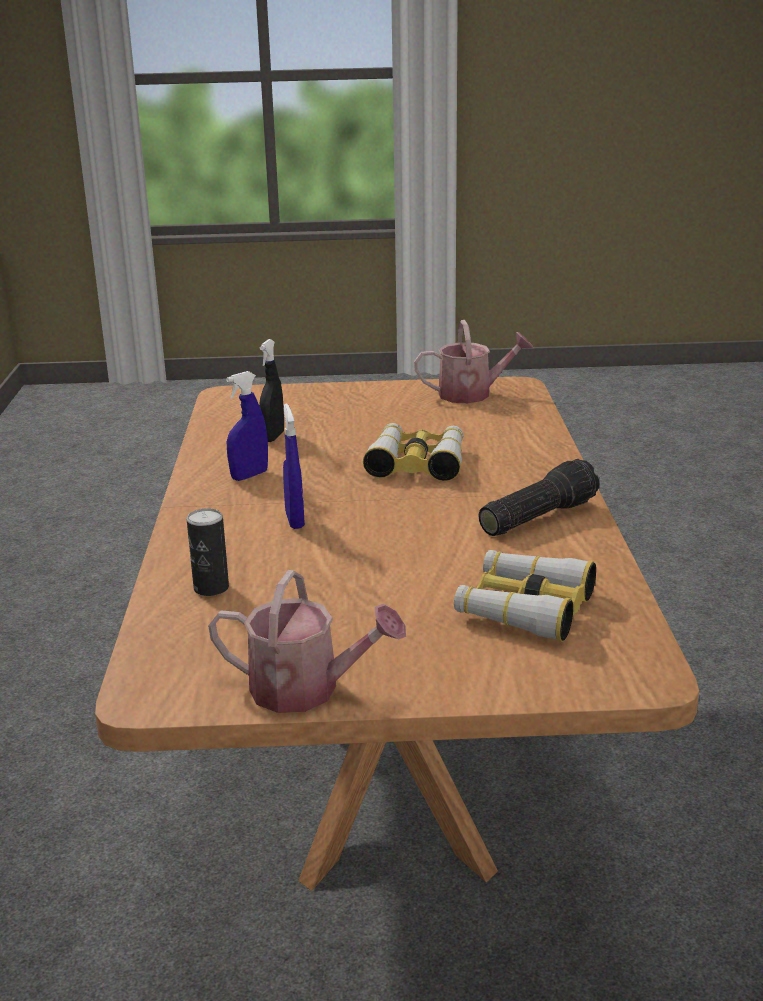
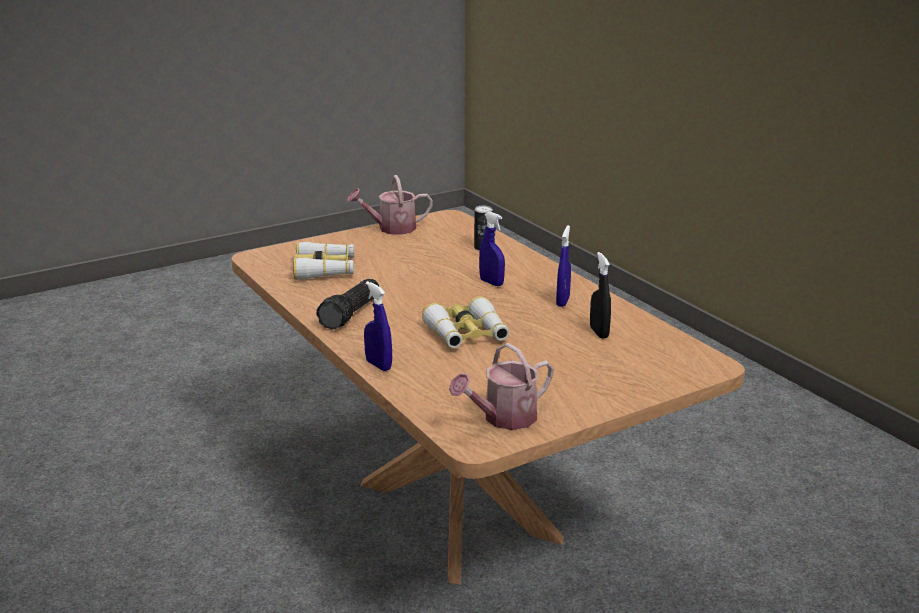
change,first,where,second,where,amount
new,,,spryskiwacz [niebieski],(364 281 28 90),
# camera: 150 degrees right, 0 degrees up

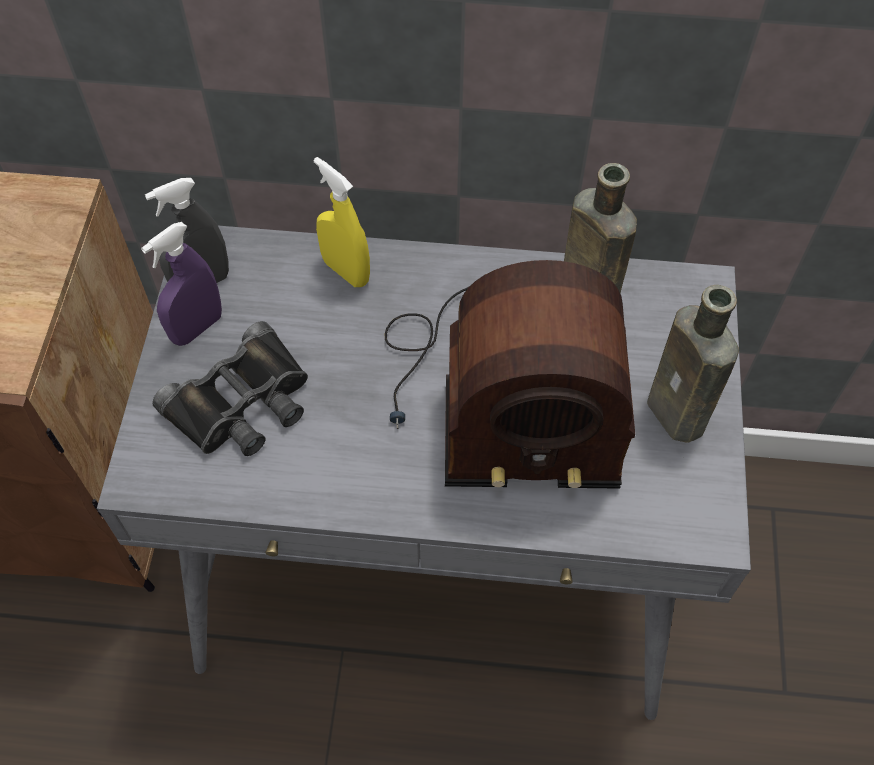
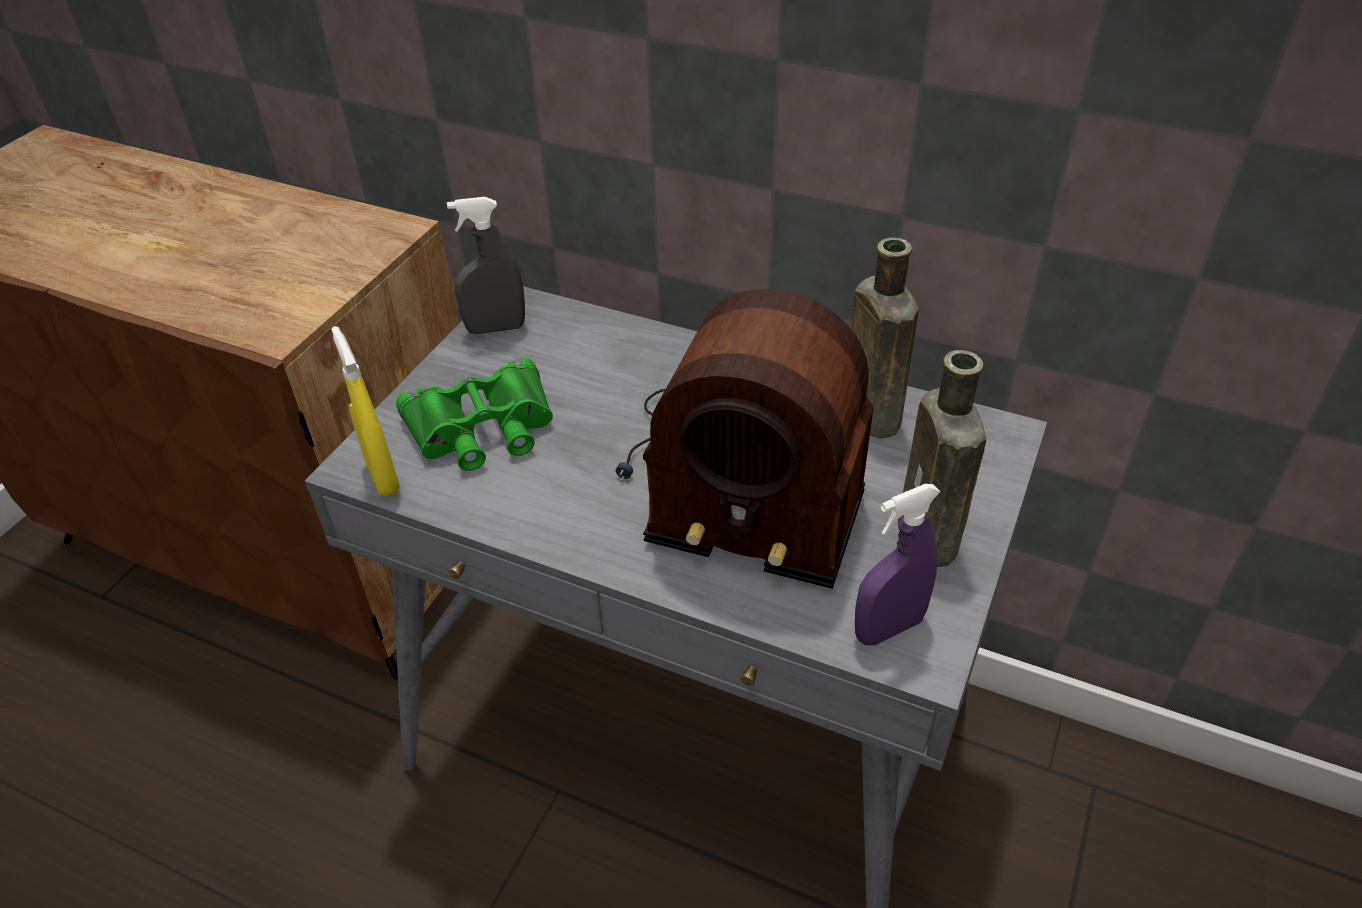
change,first,where,second,where,amount
shifted,spryskiwacz [fioletowy],(141 222 81 124),,(855 484 86 161),
shifted,spryskiwacz [żółty],(314 157 56 130),,(331 326 69 170),
repainted,lornetka [czarny],(152 321 156 135),lornetka [zielony],(396 358 157 113),
# camera: 20 degrees right, 15 degrees down

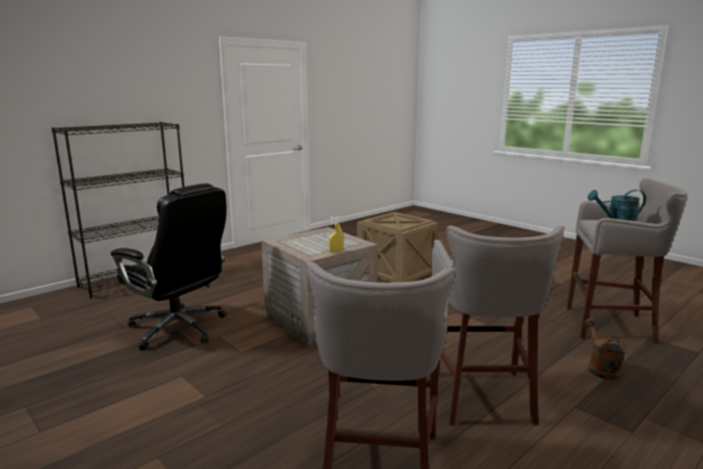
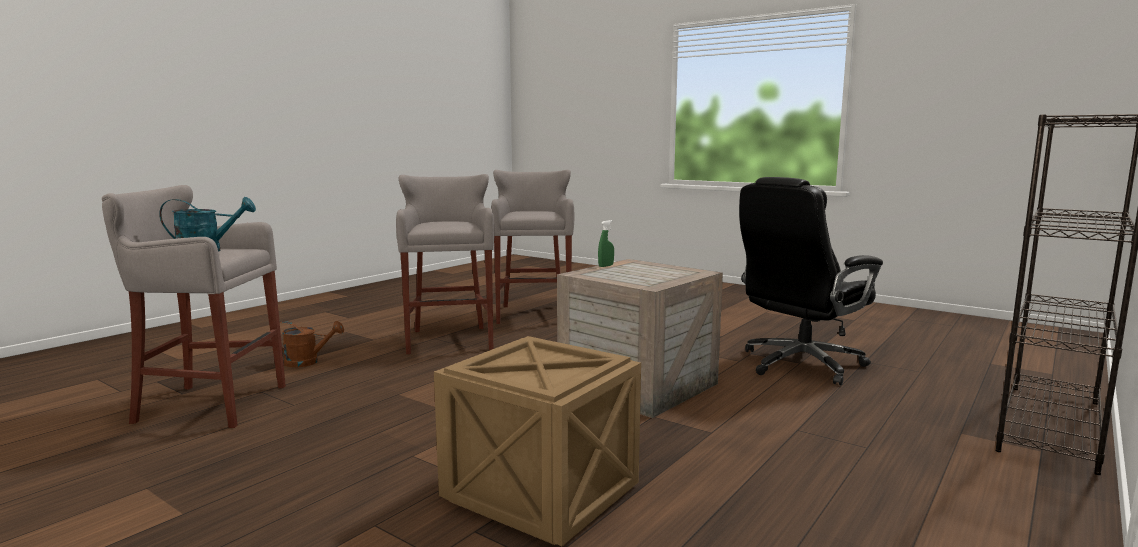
change,first,where,second,where,amount
repainted,spryskiwacz [żółty],(329 216 14 37),spryskiwacz [zielony],(598 220 16 47),
rotated,krzesło biurowe [czarny],(111 183 116 168),,(739 177 144 208),60 degrees counterclockwise
rotated,konewka [brązowy],(584 318 41 62),,(280 321 64 46),75 degrees counterclockwise
# camera: 170 degrees right, 5 degrees down

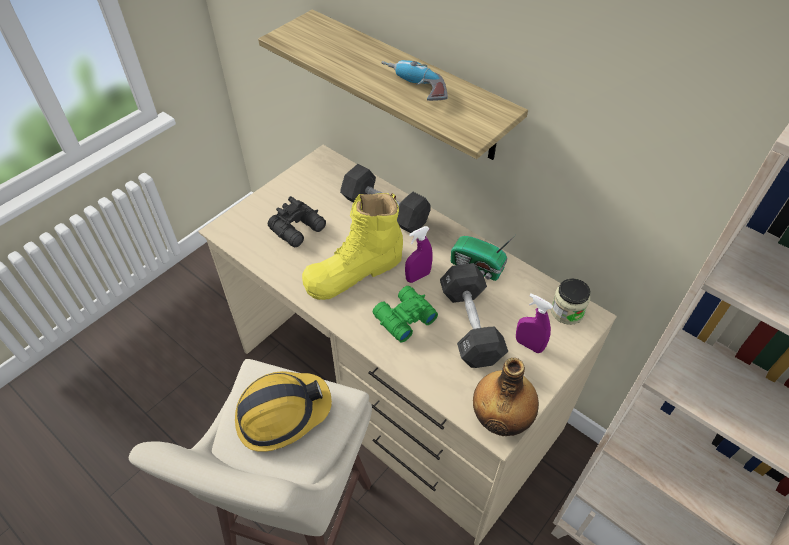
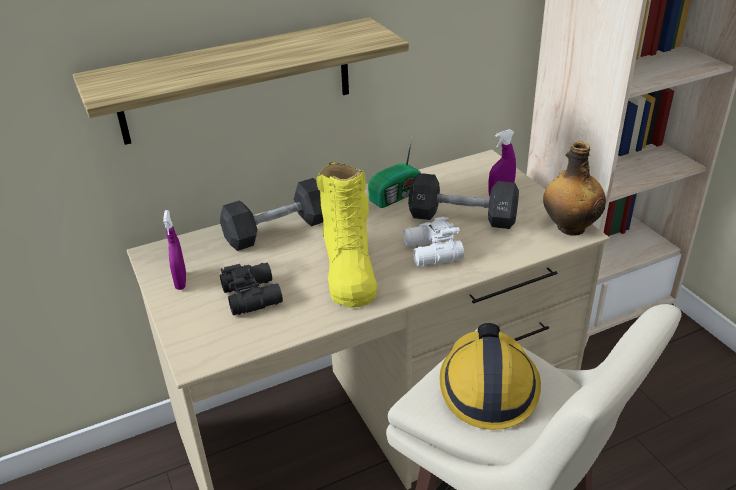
change,first,where,second,where,amount
gone,wiertarka,(382 60 66 41),,,
gone,słoik,(551 278 40 47),,,
shifted,spryskiwacz [fioletowy],(405 226 28 57),,(163 210 23 80),
repainted,lornetka [zielony],(373 286 65 56),lornetka [biały],(403 217 61 50),
# camera: 65 degrees left, 15 degrees down

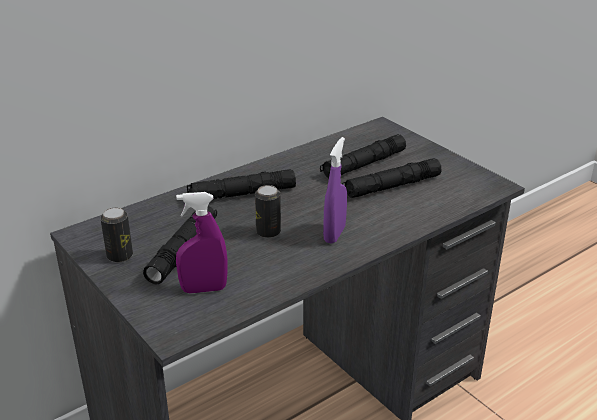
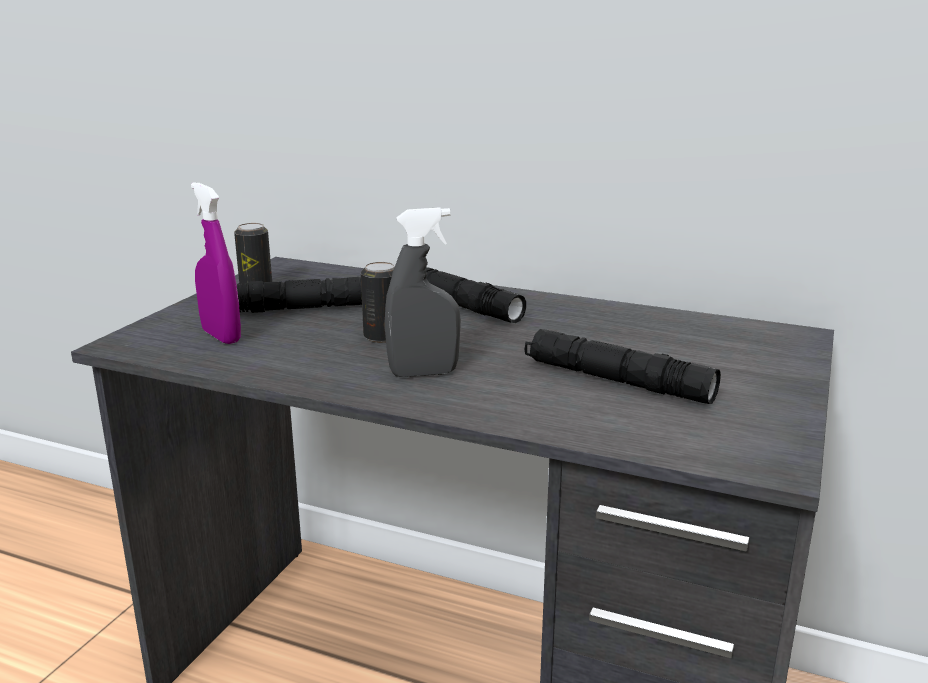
change,first,where,second,where,amount
gone,latarka [czarny],(320 134 86 44),,,
repainted,spryskiwacz [fioletowy],(323 137 24 107),spryskiwacz [szary],(385 207 76 170),
# camera: 60 degrees right, 10 degrees down

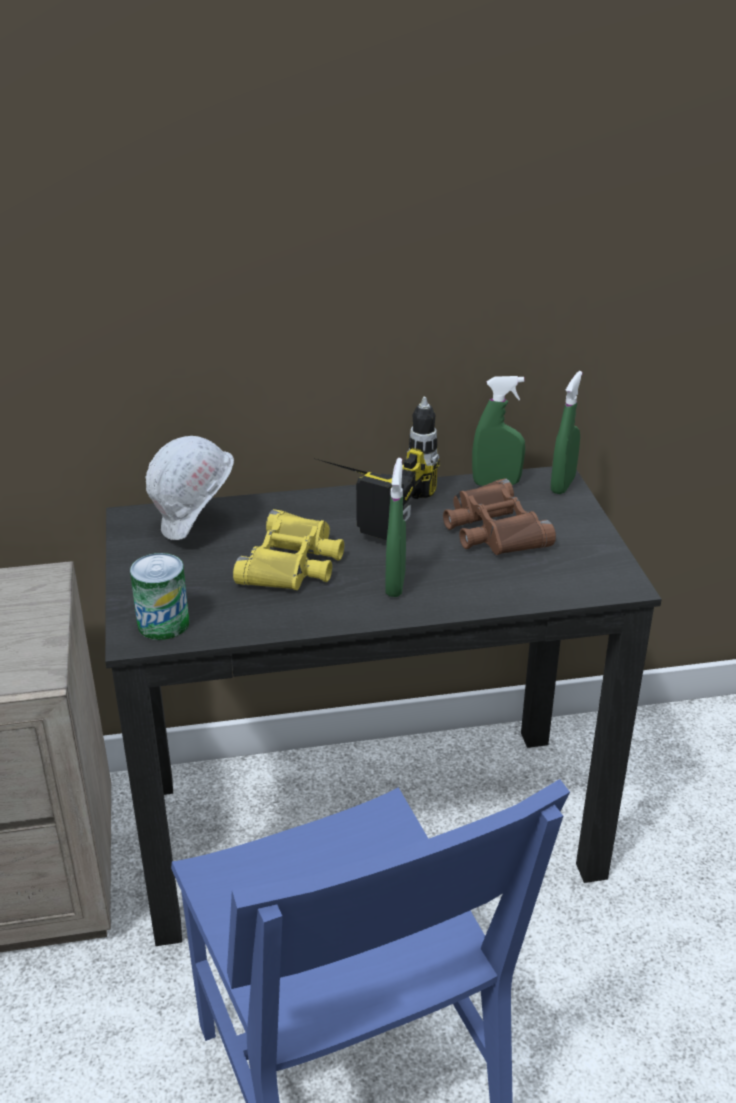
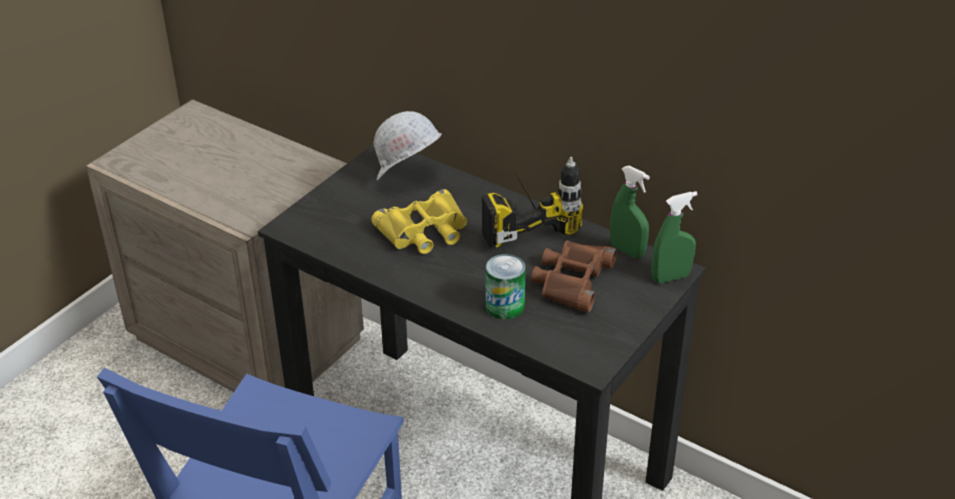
change,first,where,second,where,amount
gone,spryskiwacz [zielony],(385 458 21 139),,,
shifted,puszka,(130 553 59 87),,(486 254 40 66),
# camera: 45 degrees right, 5 degrees up

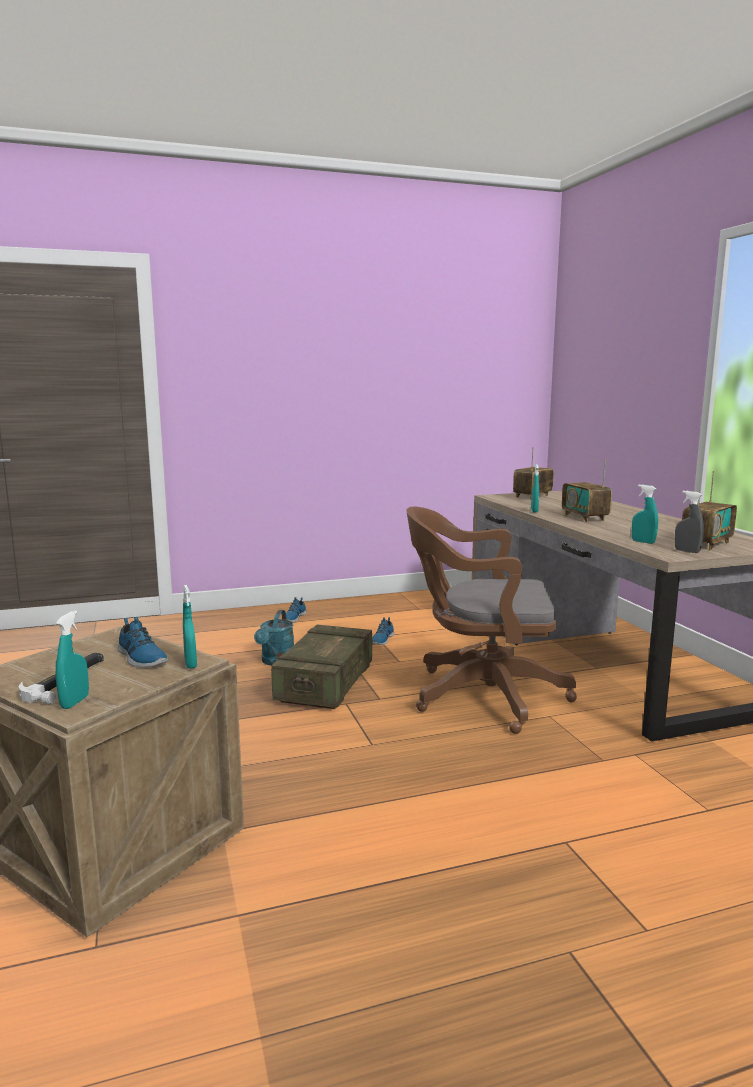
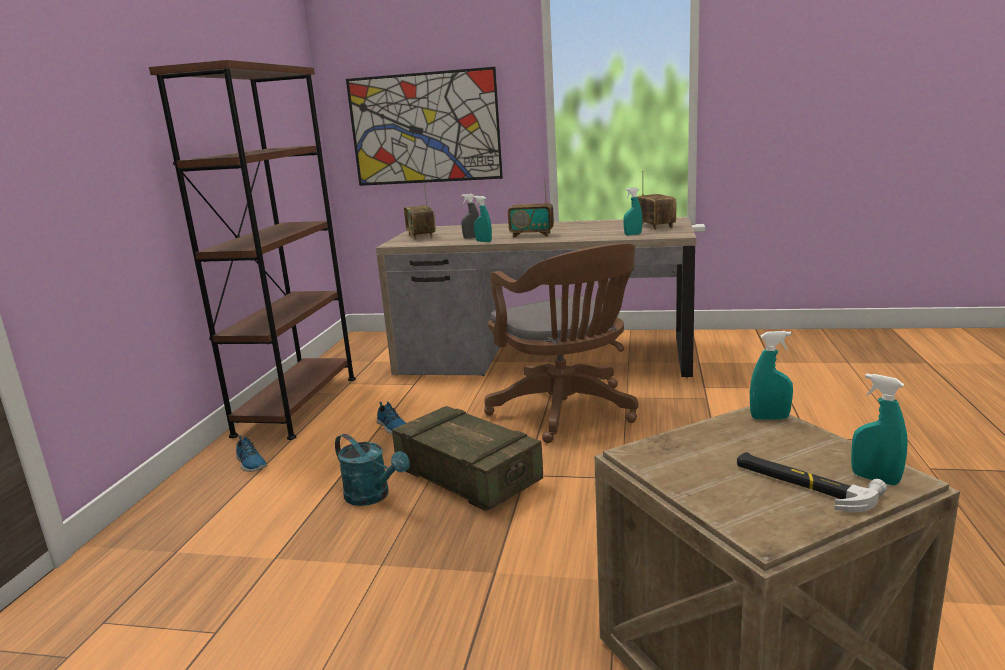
change,first,where,second,where,amount
gone,but,(117 617 52 51),,,
new,,,regał [brązowy],(149 60 207 380),
new,,,obraz,(346 67 157 119),
shifted,spryskiwacz [szary],(675 491 29 62),,(461 194 18 45),
rotated,krzesło biurowe [brązowy],(407 507 170 227),,(484 243 154 200),60 degrees counterclockwise
# camera: 60 degrees left, 5 degrees up

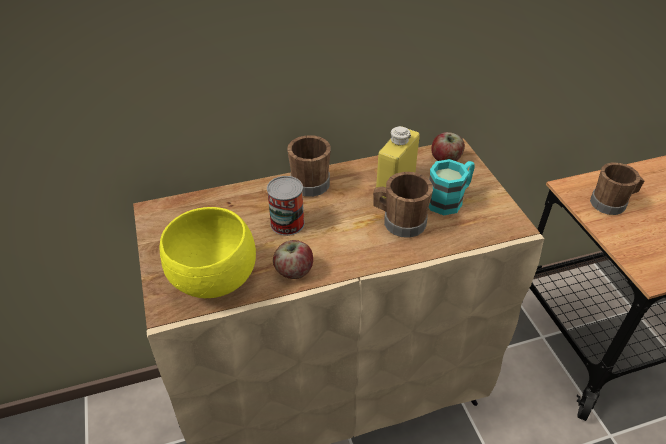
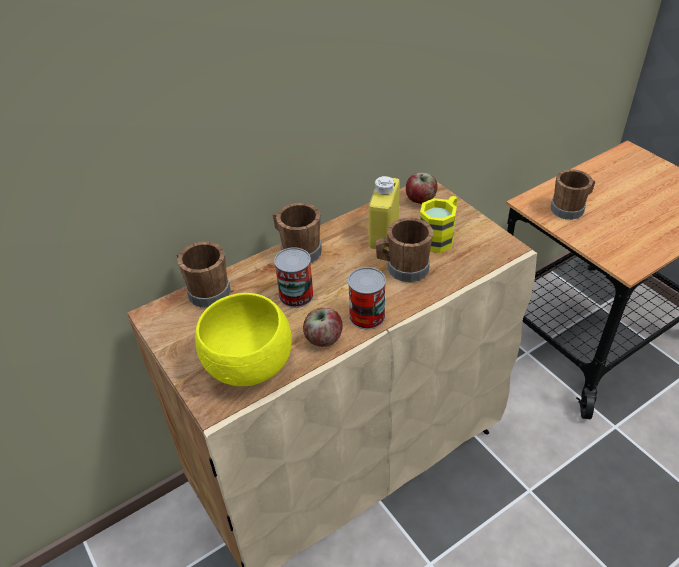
change,first,where,second,where,amount
new,,,kubek [brązowy],(177 242 54 66),
new,,,puszka,(348 267 38 62),
repainted,kubek [turkusowy],(429 159 46 56),kubek [żółty],(420 196 37 57),
# camera: 15 degrees left, 0 degrees up

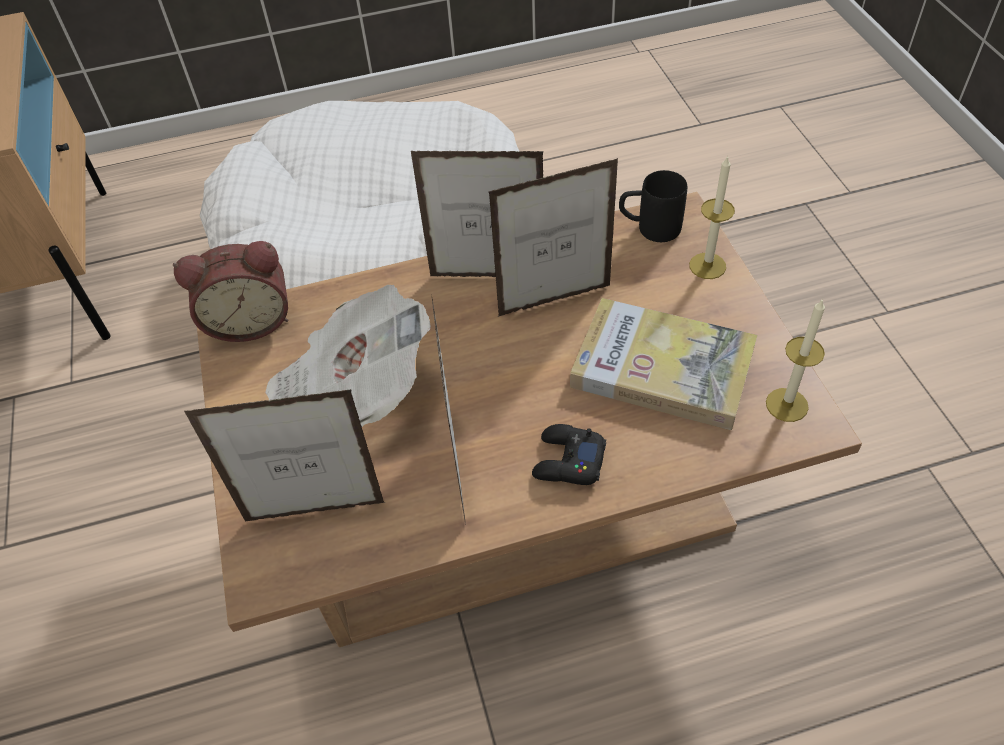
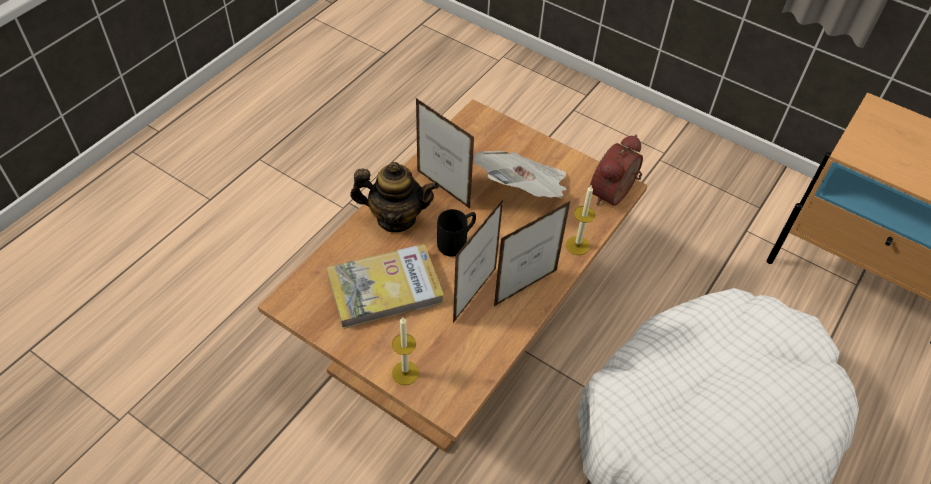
change,first,where,second,where,amount
gone,ramka na zdjęcie,(184 389 201 133),,,
shifted,kubek [czarny],(619 170 68 72),,(437 209 39 47),
shifted,świeca,(766 298 59 124),,(566 186 29 69),
swapped,pad do gier [czarny],(532 424 74 61),imbryk,(350 162 89 70),
# camera: 135 degrees right, 0 degrees up

